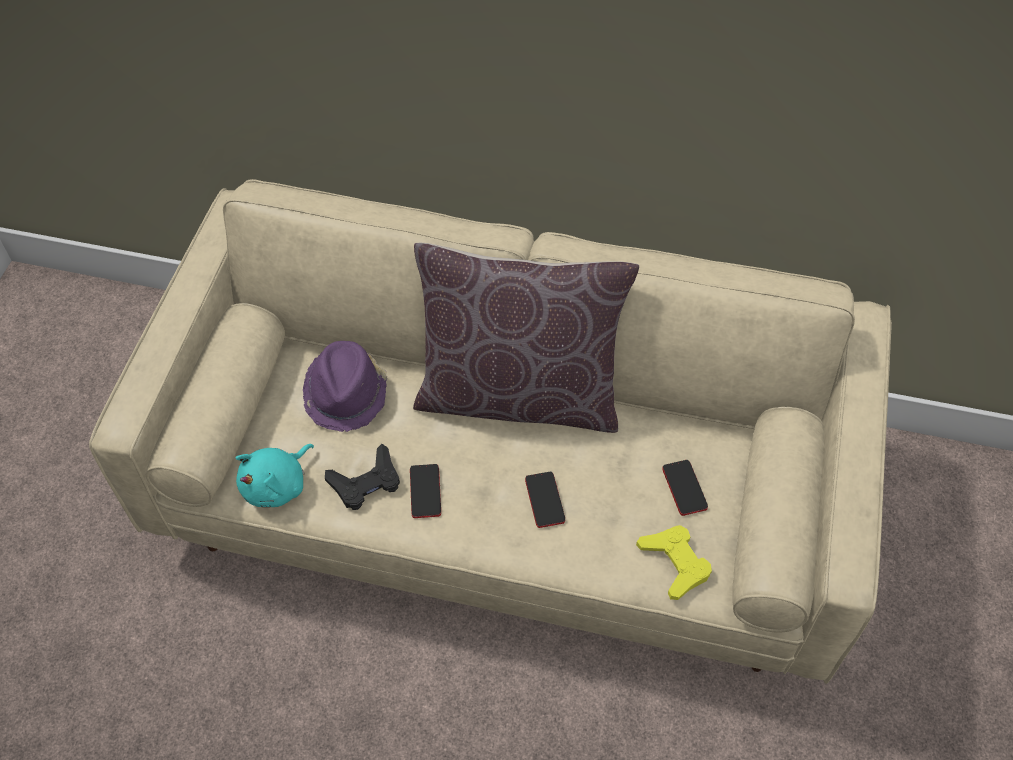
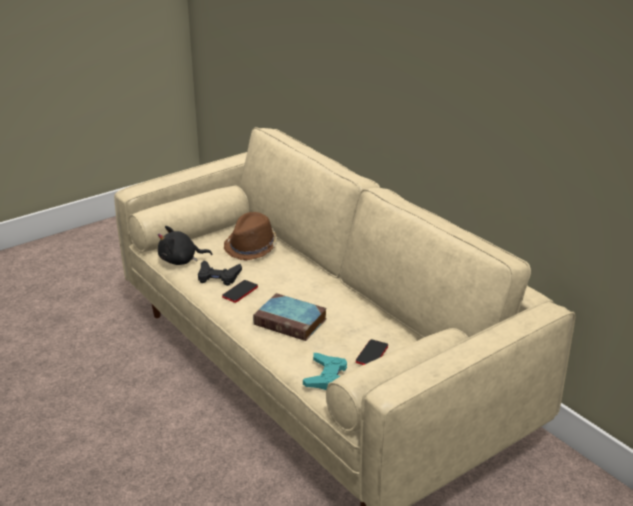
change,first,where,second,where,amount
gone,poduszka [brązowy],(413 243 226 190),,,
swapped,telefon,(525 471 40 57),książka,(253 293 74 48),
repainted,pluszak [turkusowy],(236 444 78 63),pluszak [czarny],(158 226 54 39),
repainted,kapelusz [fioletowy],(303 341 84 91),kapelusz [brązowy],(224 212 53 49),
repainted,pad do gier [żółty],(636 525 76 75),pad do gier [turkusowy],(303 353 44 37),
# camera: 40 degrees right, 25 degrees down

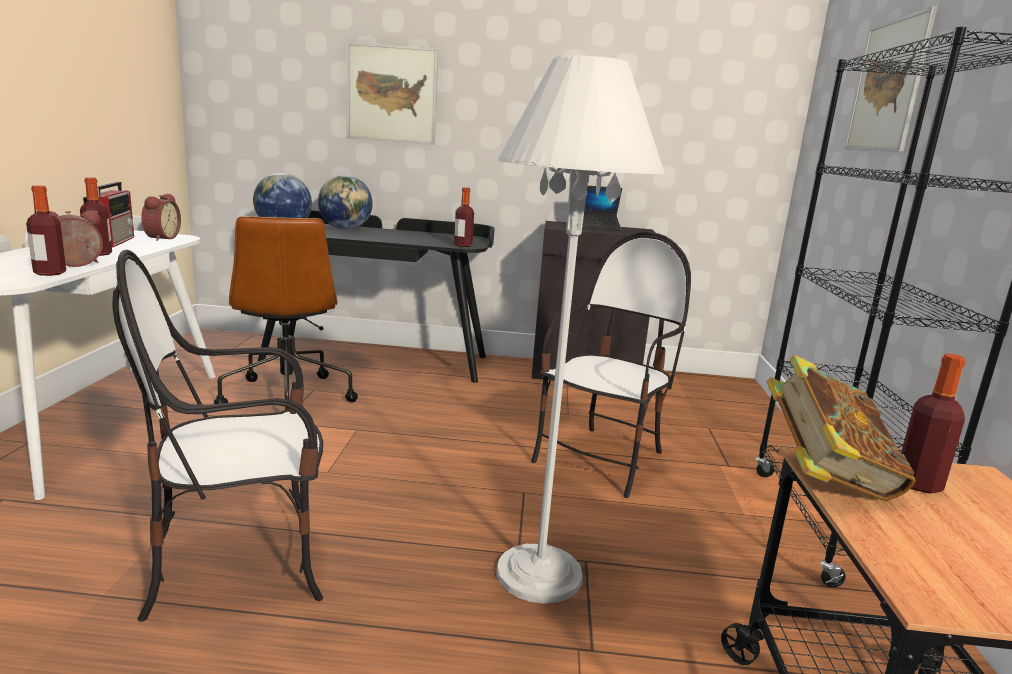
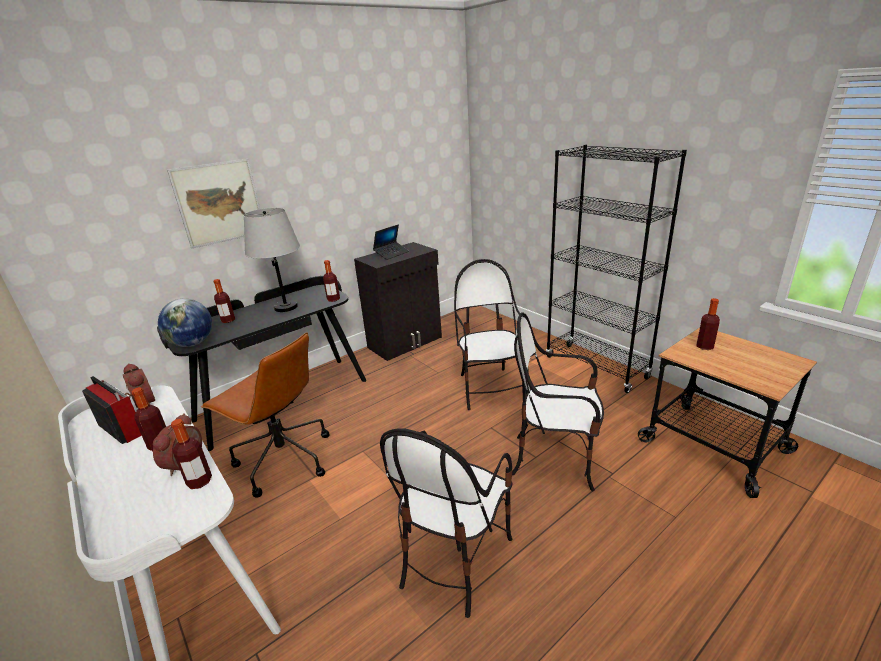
change,first,where,second,where,amount
gone,książka,(766 355 150 146),,,
gone,obraz,(844 6 93 146),,,
new,,,lampa stołowa [szary],(244 208 56 104),
swapped,globus,(318 175 55 55),butelka,(213 279 22 44),
swapped,lampa stojąca [biały],(496 55 169 549),krzesło,(512 312 92 179),
# camera: 40 degrees left, 10 degrees up

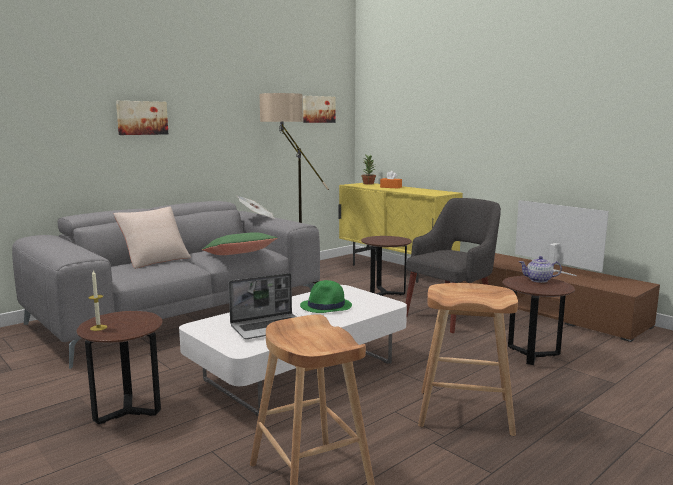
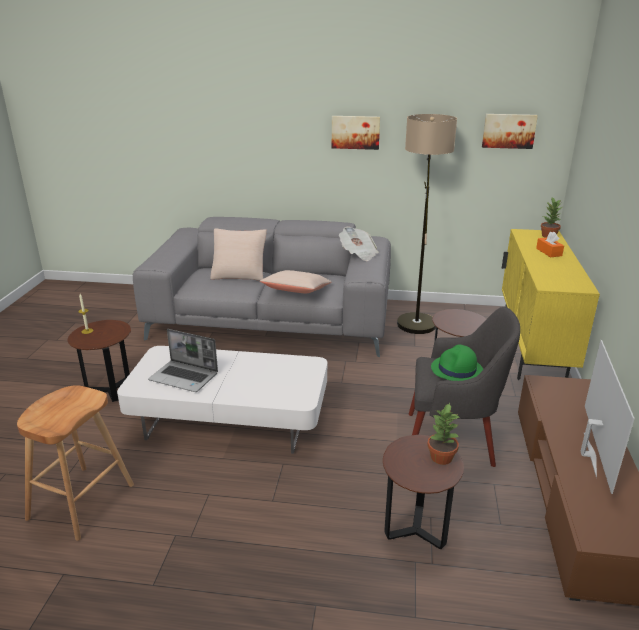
change,first,where,second,where,amount
gone,stołek [brązowy],(418 283 100 153),,,
shifted,obraz,(116 101 52 34),,(332 116 48 34),
shifted,kapelusz [zielony],(300 280 52 33),,(431 344 52 37),
swapped,imbryk,(519 256 43 27),roślina doniczkowa,(427 403 33 62),
repainted,poduszka [zielony],(202 232 75 23),poduszka [beżowy],(260 270 72 23),
# camera: 50 degrees right, 15 degrees up

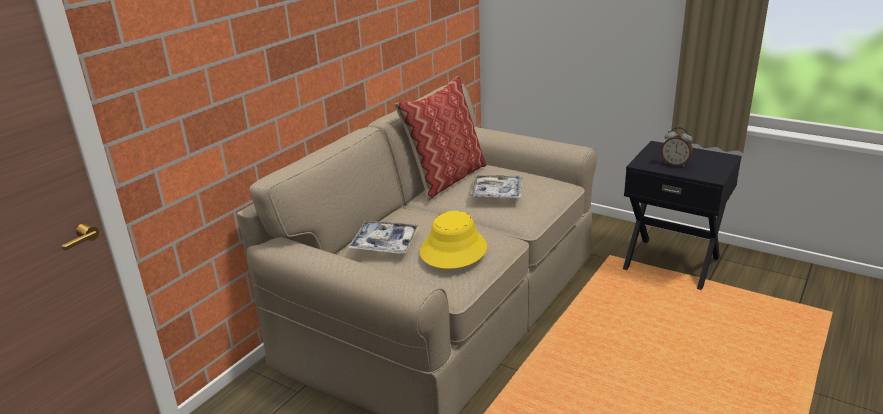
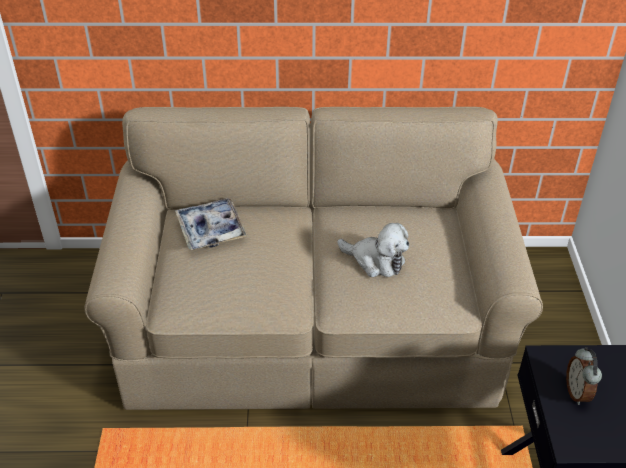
change,first,where,second,where,amount
gone,poduszka,(394 76 92 125),,,
gone,kapelusz [żółty],(419 211 68 58),,,
swapped,taca,(470 174 53 24),pluszak,(337 223 72 54),
# camera: 55 degrees right, 15 degrees up

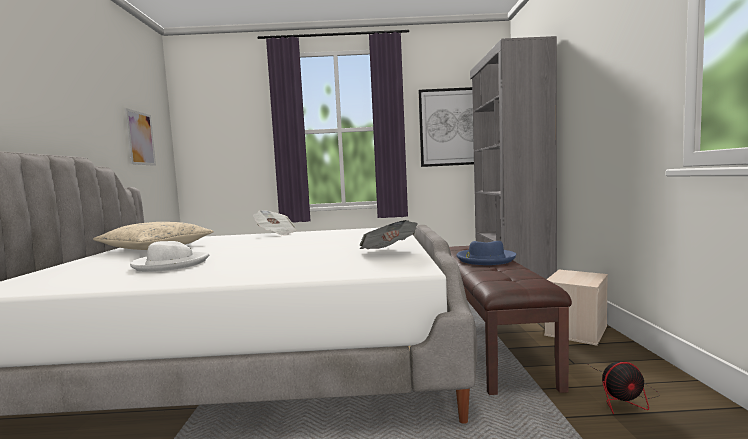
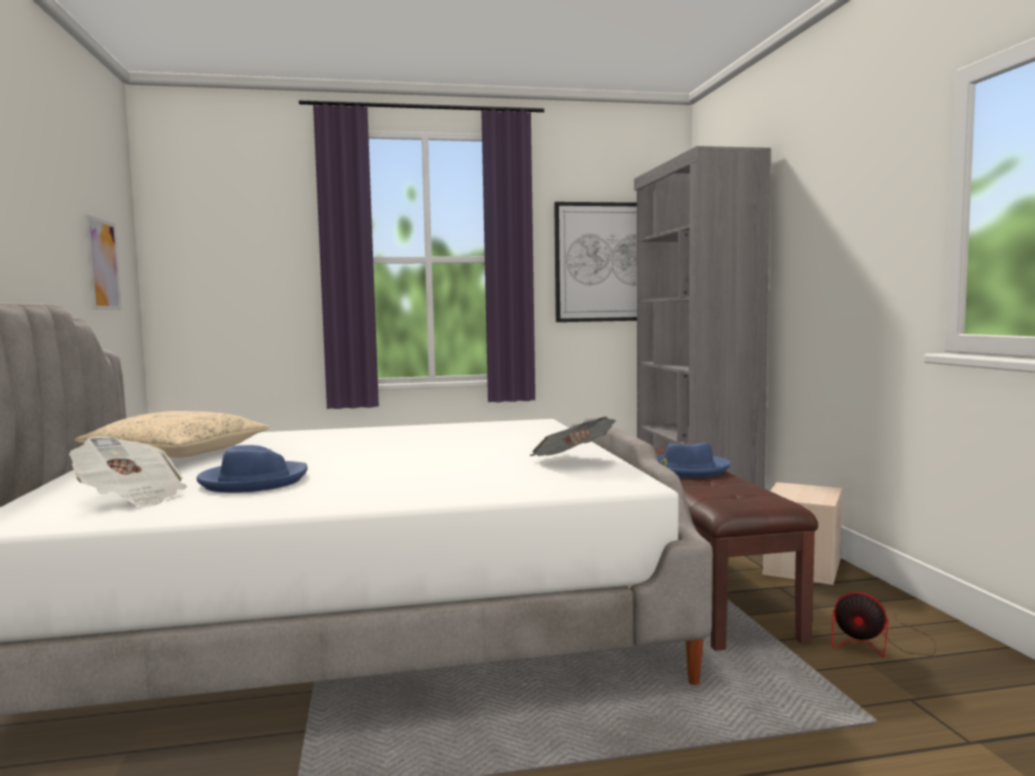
change,first,where,second,where,amount
shifted,gazeta,(253 210 44 26),,(69 436 118 71),
repainted,kapelusz [biały],(130 241 79 31),kapelusz [niebieski],(197 445 111 48),
rotated,wentylator,(589 362 71 52),,(832 592 104 65),45 degrees clockwise
# camera: 10 degrees left, 0 degrees up

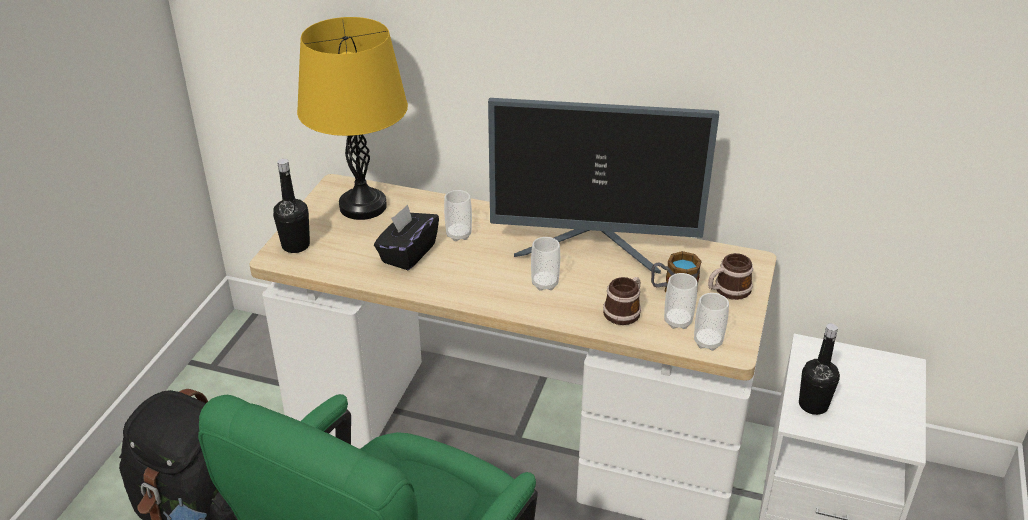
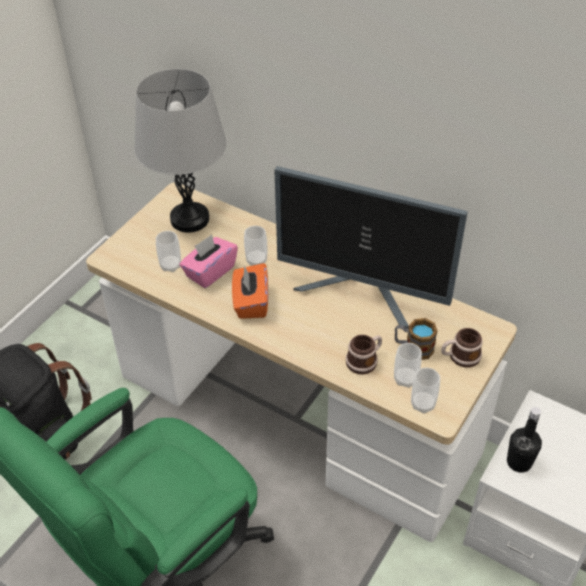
change,first,where,second,where,amount
gone,butelka [czarny],(273 159 37 94),,,
new,,,pudełko chusteczek [pomarańczowy],(232 263 36 56),
shifted,filiżanka,(531 237 29 54),,(156 231 25 41),
repainted,lampa stołowa [żółty],(297 17 111 203),lampa stołowa [szary],(134 69 93 164),
repainted,pudełko chusteczek [czarny],(374 204 65 66),pudełko chusteczek [różowy],(179 234 59 54),
# camera: 15 degrees right, 10 degrees up

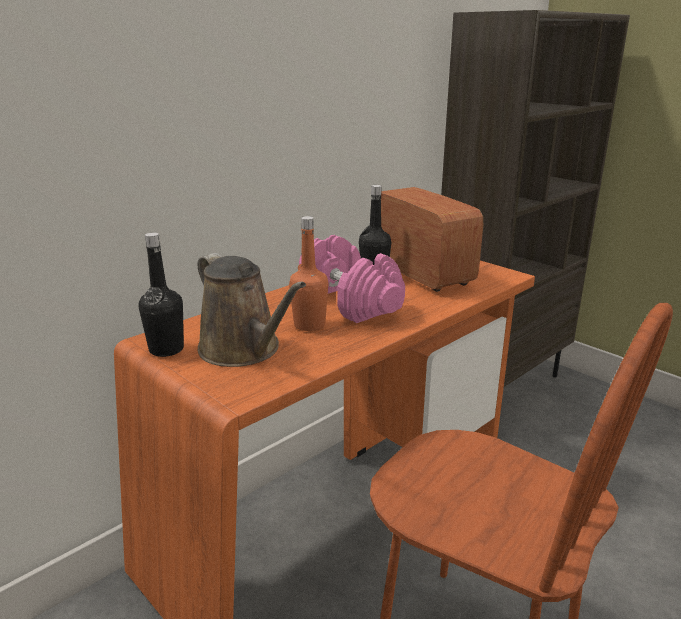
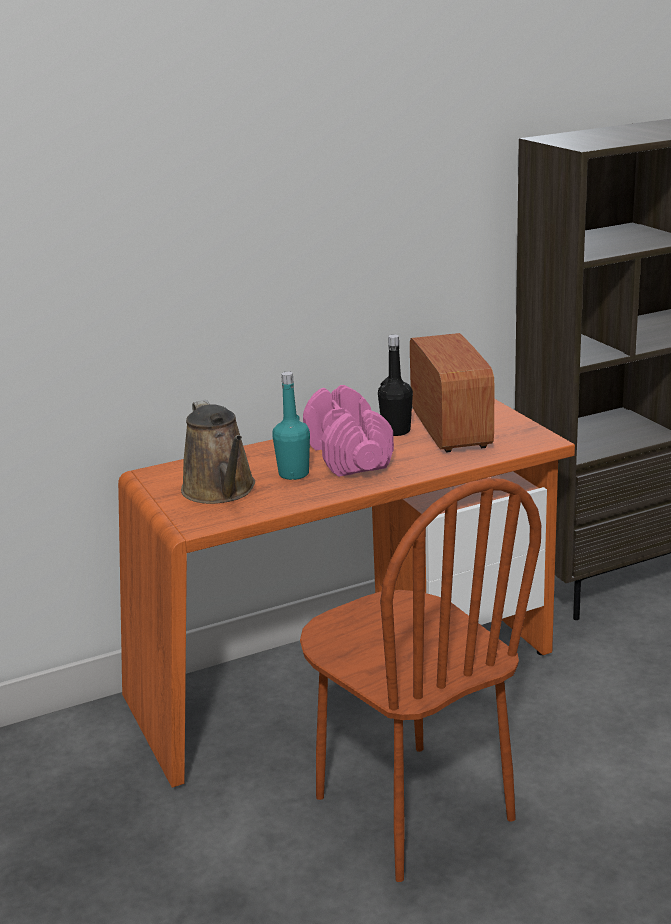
change,first,where,second,where,amount
gone,butelka [czarny],(138 233 46 124),,,
repainted,butelka [pomarańczowy],(289 216 39 115),butelka [turkusowy],(272 371 38 109),
# camera: 20 degrees right, 0 degrees up

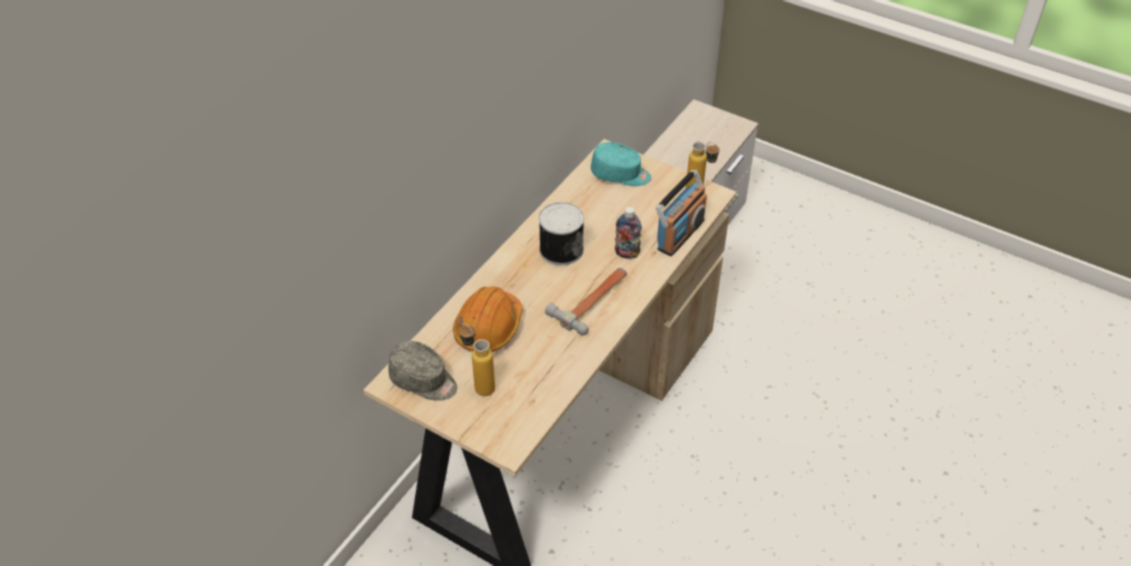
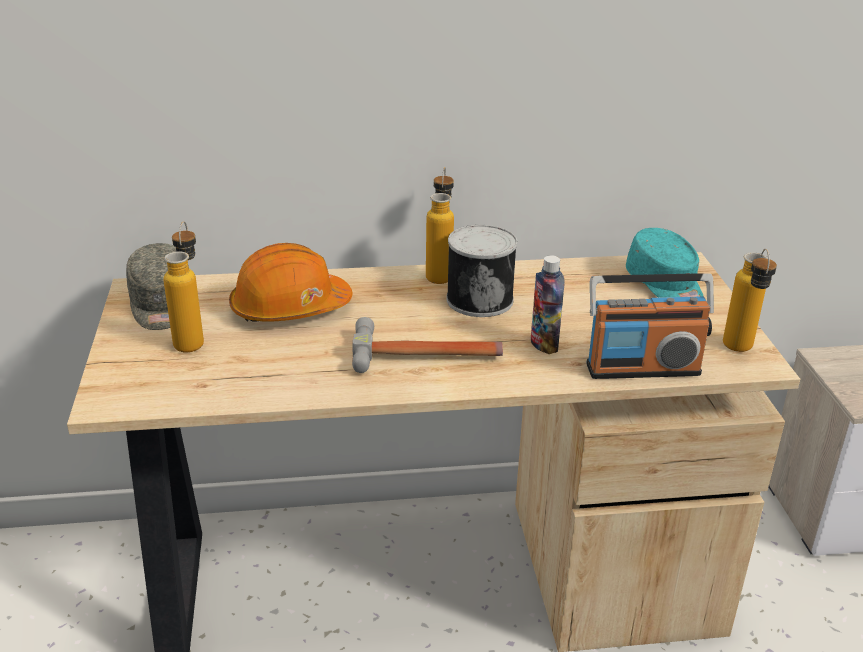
change,first,where,second,where,amount
new,,,butelka,(426 167 28 117),
# camera: 50 degrees right, 15 degrees down

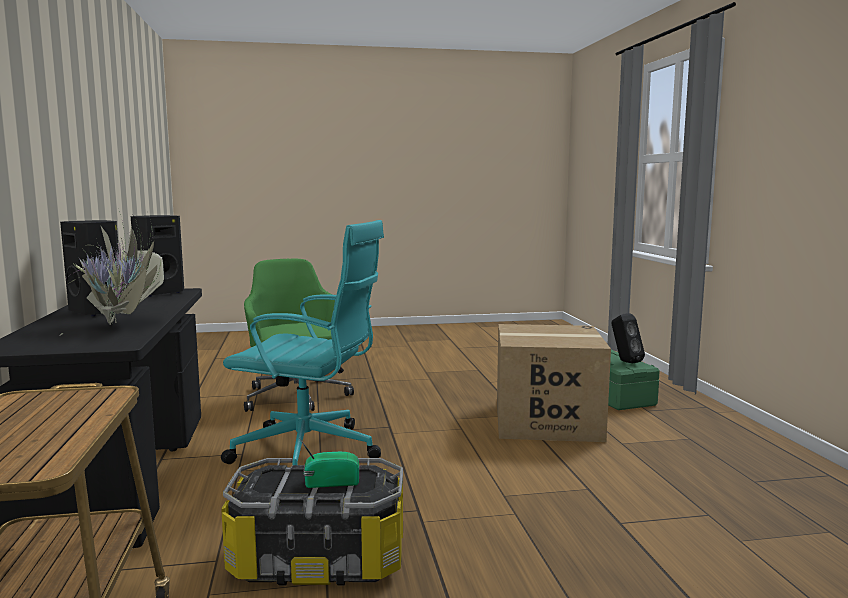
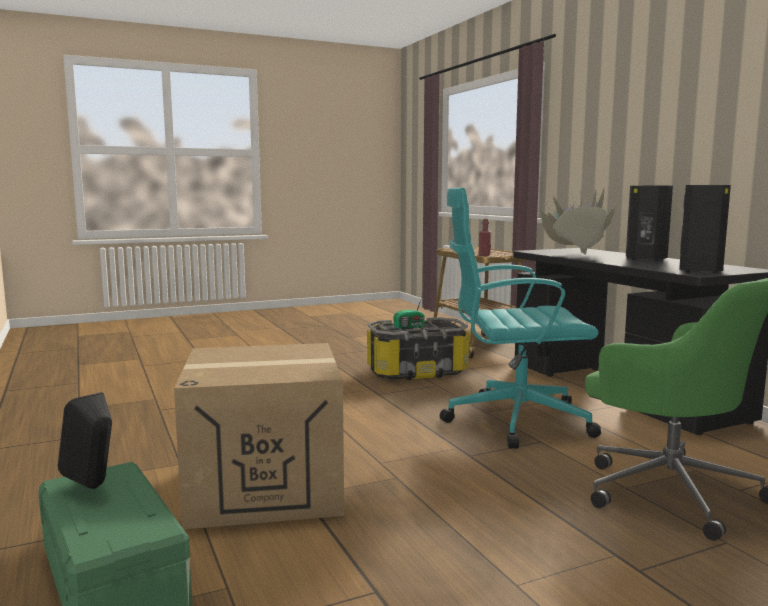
change,first,where,second,where,amount
new,,,butelka [czerwony],(479 219 12 37),
# camera: 165 degrees right, 0 degrees up

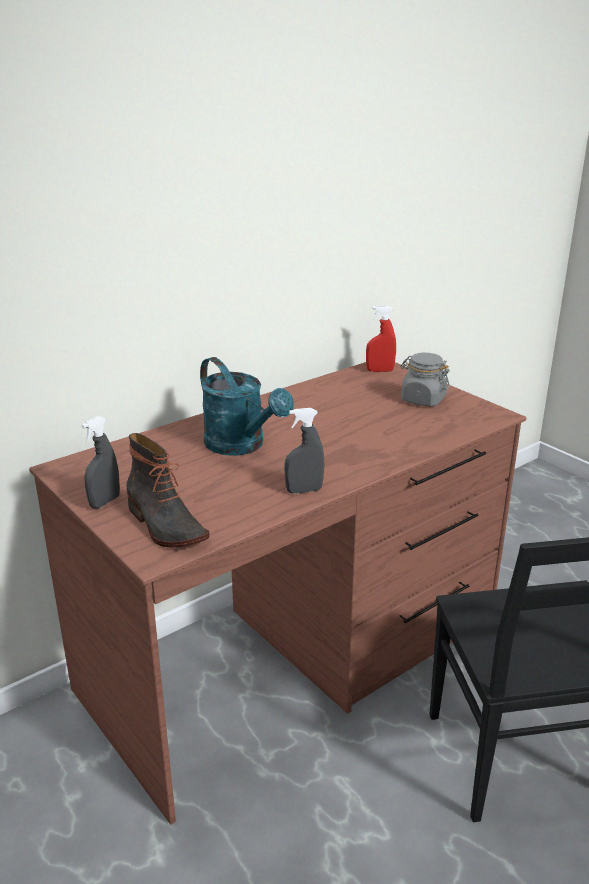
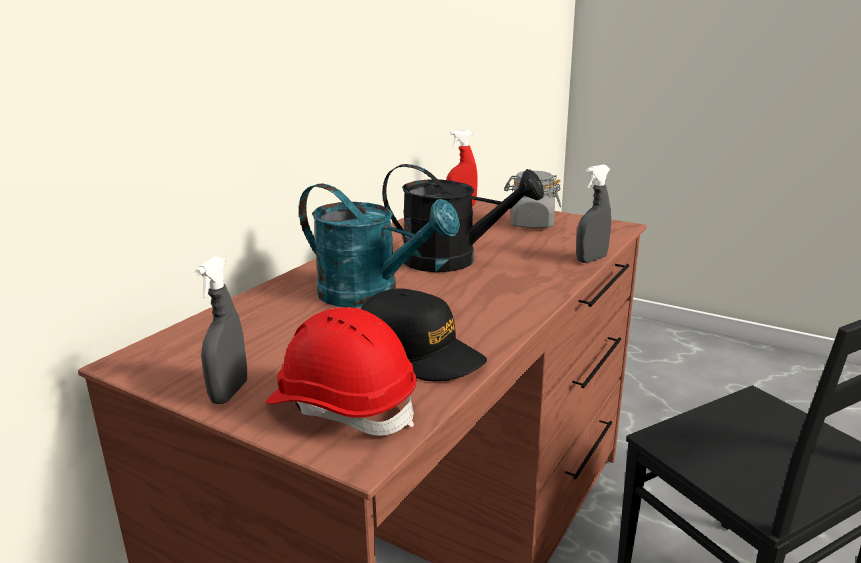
change,first,where,second,where,amount
new,,,czapka z daszkiem [czarny],(361 288 126 93),
new,,,konewka [czarny],(383 164 161 108),
shifted,spryskiwacz [szary],(284 408 41 86),,(576 165 35 98),
swapped,but z cholewką,(126 433 83 115),kask [czerwony],(266 307 151 129),
# camera: 20 degrees left, 5 degrees down

